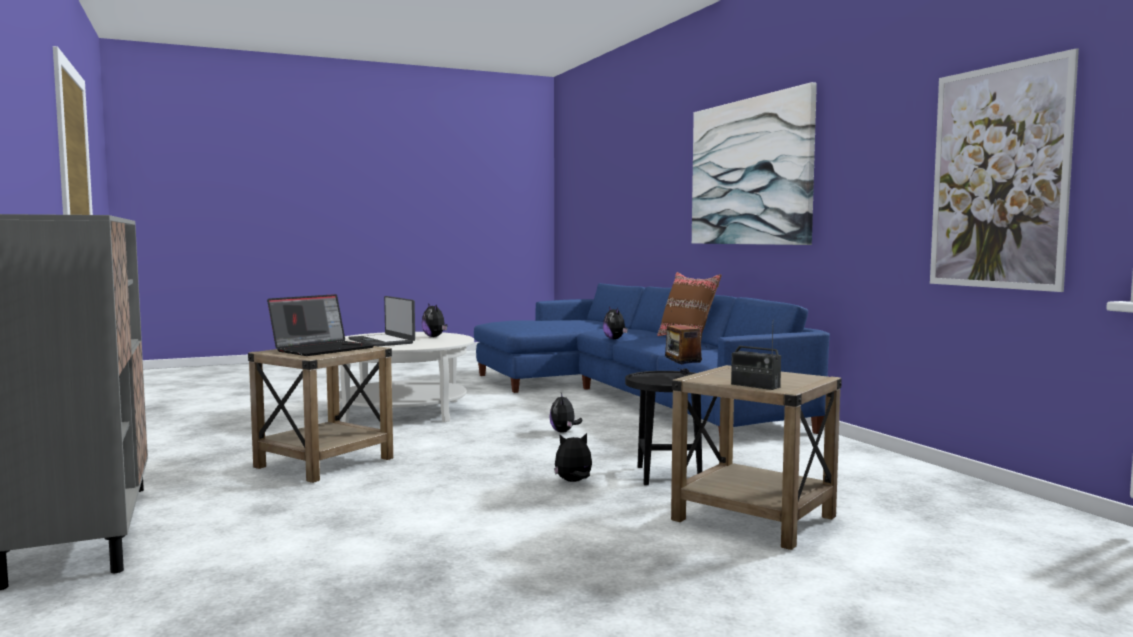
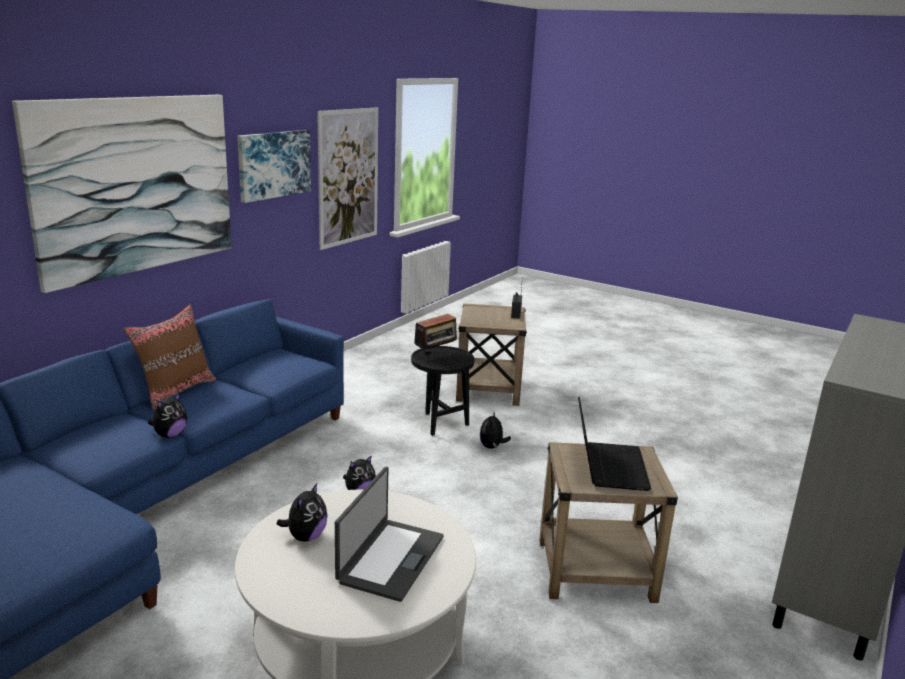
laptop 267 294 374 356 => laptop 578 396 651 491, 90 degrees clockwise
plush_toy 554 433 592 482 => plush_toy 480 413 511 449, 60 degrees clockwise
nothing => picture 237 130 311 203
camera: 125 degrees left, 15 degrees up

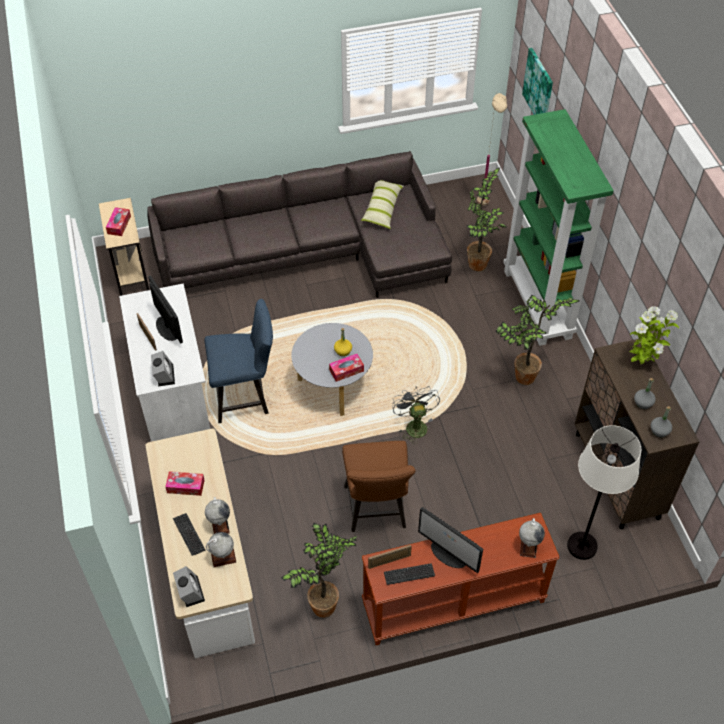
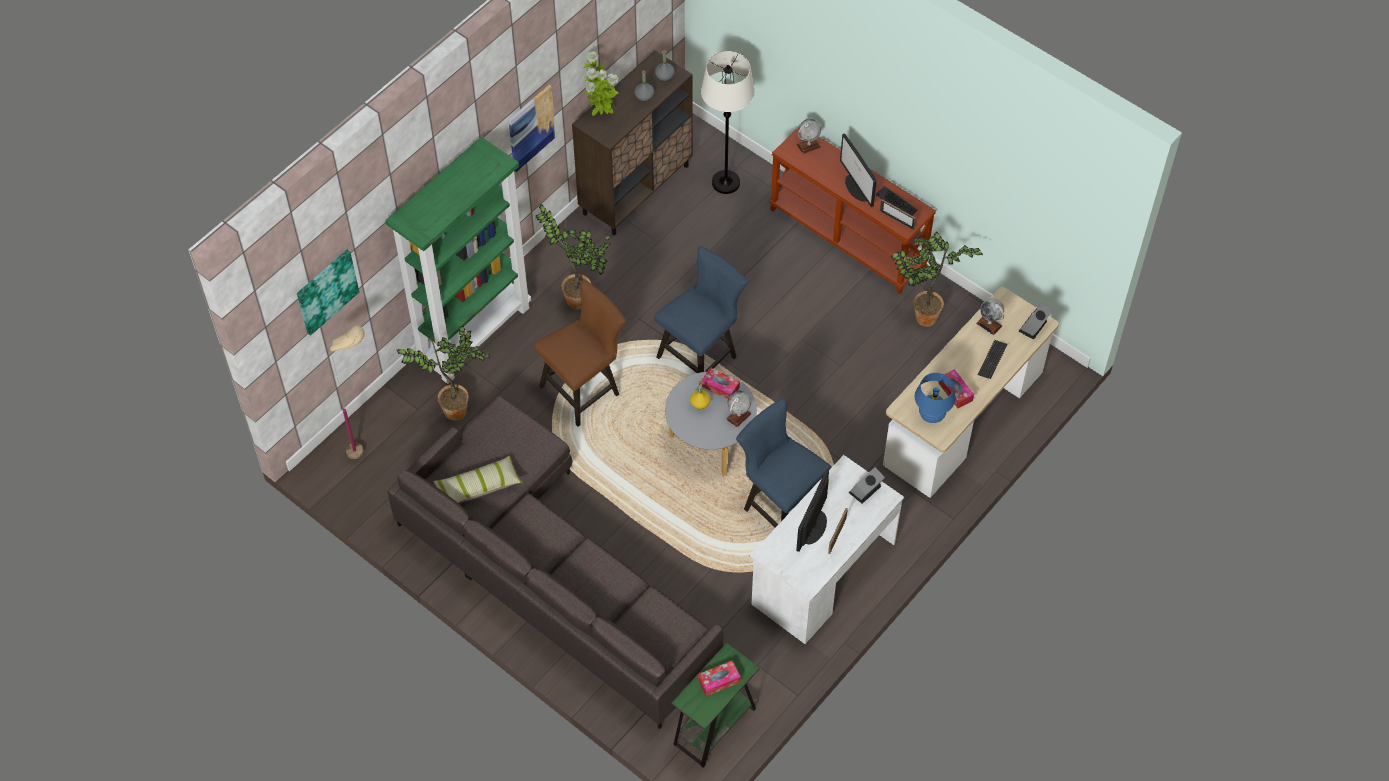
beige_side_table 99 198 149 296 => green_side_table 671 643 760 767
globe 205 497 230 534 => globe 726 391 751 428, moved
brown_chair 342 441 416 532 => brown_chair 534 280 626 427, moved
grey_fan 392 386 440 444 => blue_chair 654 246 748 373
monitor 418 507 483 573 => monitor 840 133 877 207, 150 degrees clockwise
nothing => picture 508 85 556 172
nothing => blue_table_lamp 915 373 956 423
camera: 125 degrees left, 5 degrees up

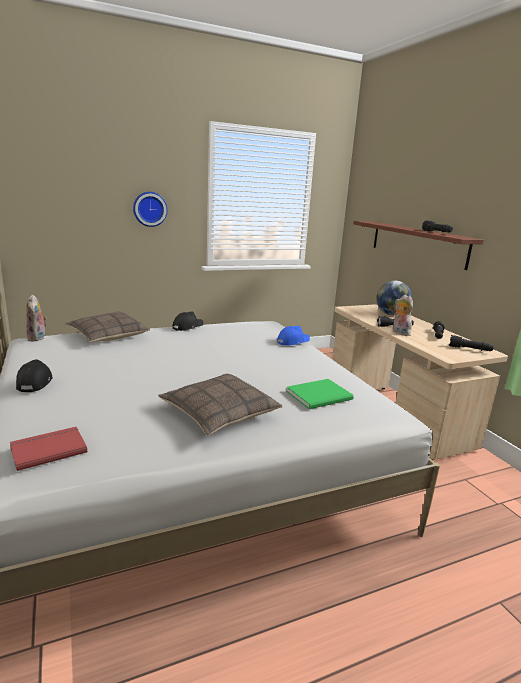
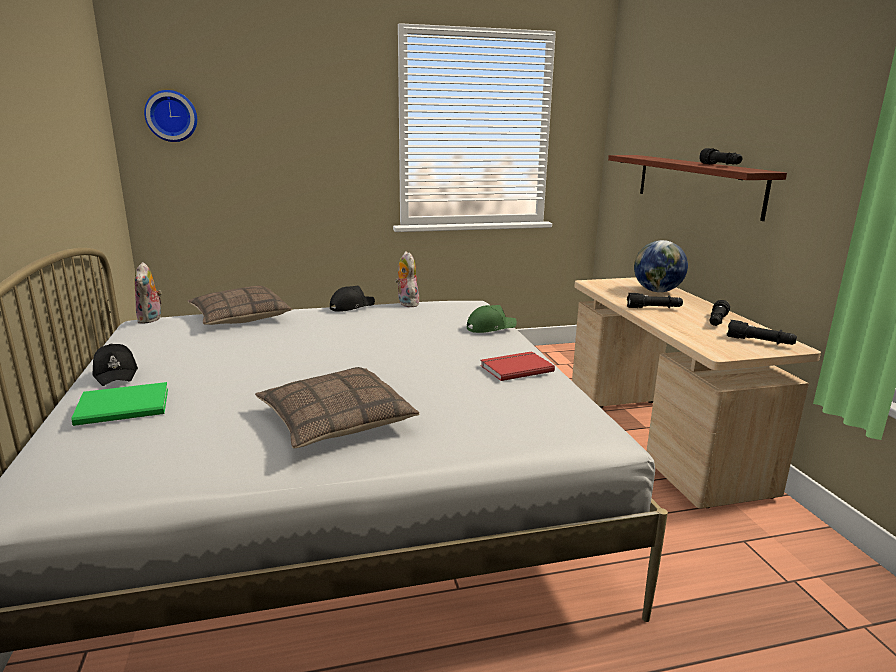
red_book 10 427 87 471 => red_book 480 351 555 381, moved
black_cap 16 359 53 392 => black_cap 92 344 138 386, 150 degrees clockwise
wall_clock 133 192 167 227 => wall_clock 144 90 197 142, moved
blue_cap 277 326 310 346 => green_cap 467 305 517 333
green_book 286 379 354 409 => green_book 71 382 168 426, moved
plush_toy 393 295 413 336 => plush_toy 395 251 419 307, moved
camera: 10 degrees right, 0 degrees up

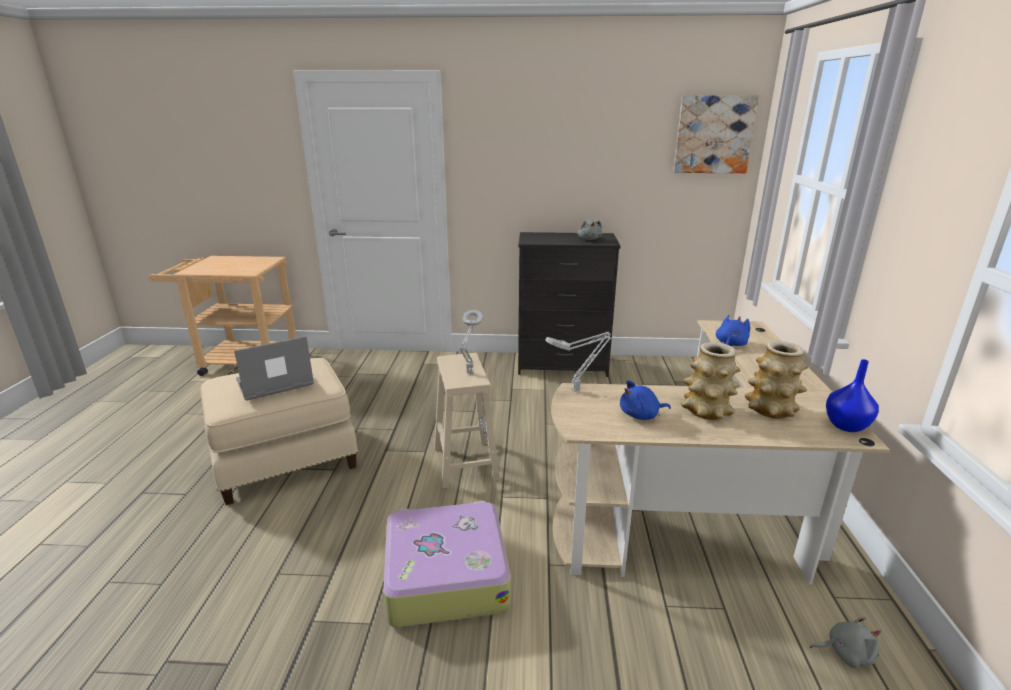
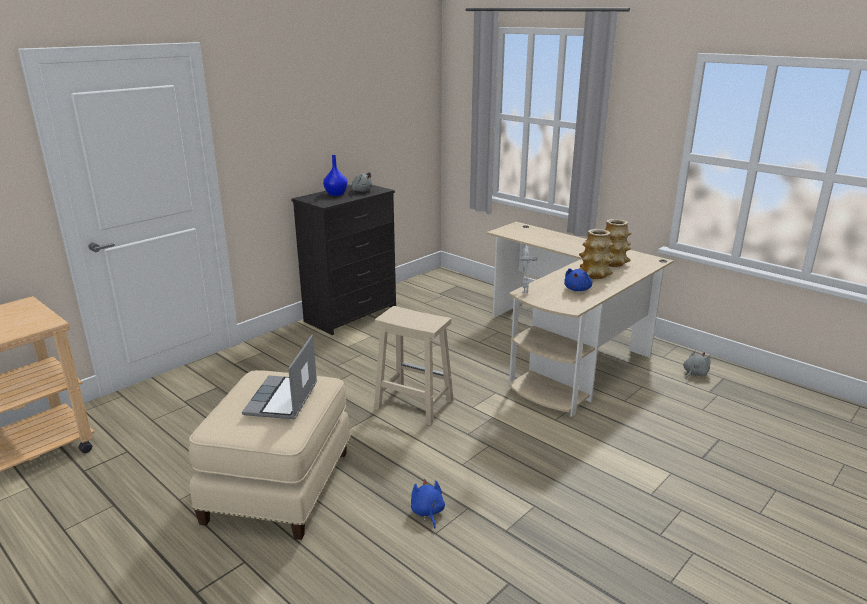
suitcase 383 501 511 627 => nothing
grey_table_lamp 459 310 483 374 => nothing
picture 673 95 759 173 => nothing
blue_plush_toy 716 315 750 346 => blue_plush_toy 411 479 445 529, moved
blue_vase 826 359 879 432 => blue_vase 323 155 348 196, moved
camera: 50 degrees left, 0 degrees up

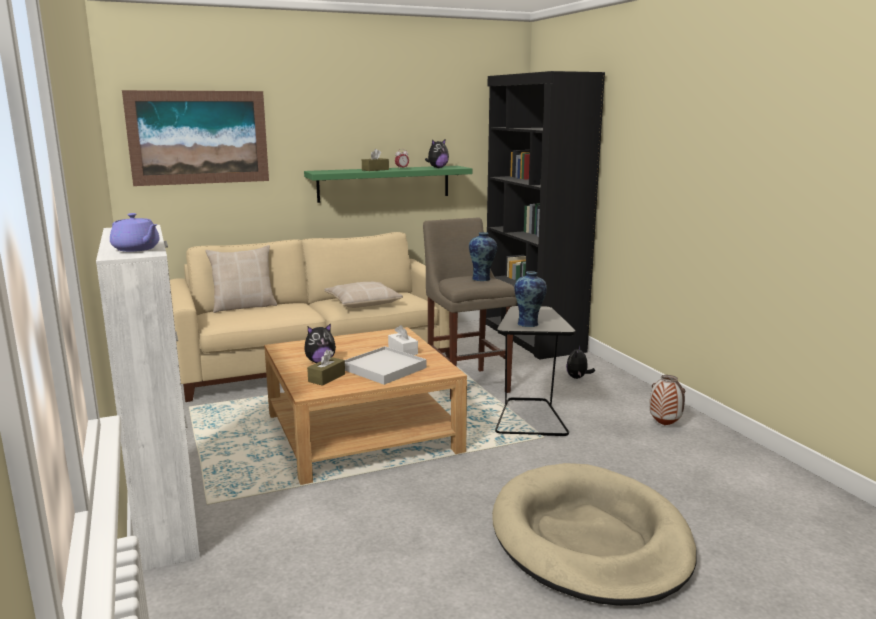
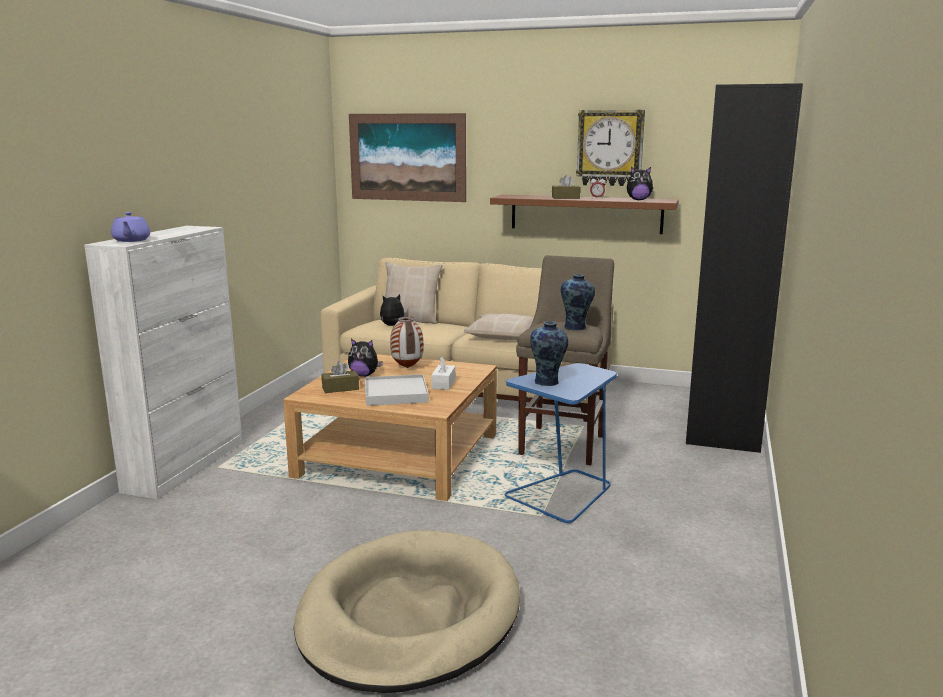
green_shelf 304 166 472 203 => brown_shelf 490 195 679 234
black_side_table 495 306 575 437 => blue_side_table 505 363 617 523
plush_toy 566 345 595 379 => plush_toy 380 294 404 326, moved
vase 649 375 685 425 => vase 390 316 424 368, moved
nothing => wall_clock 576 110 645 186
camera: 40 degrees right, 0 degrees up

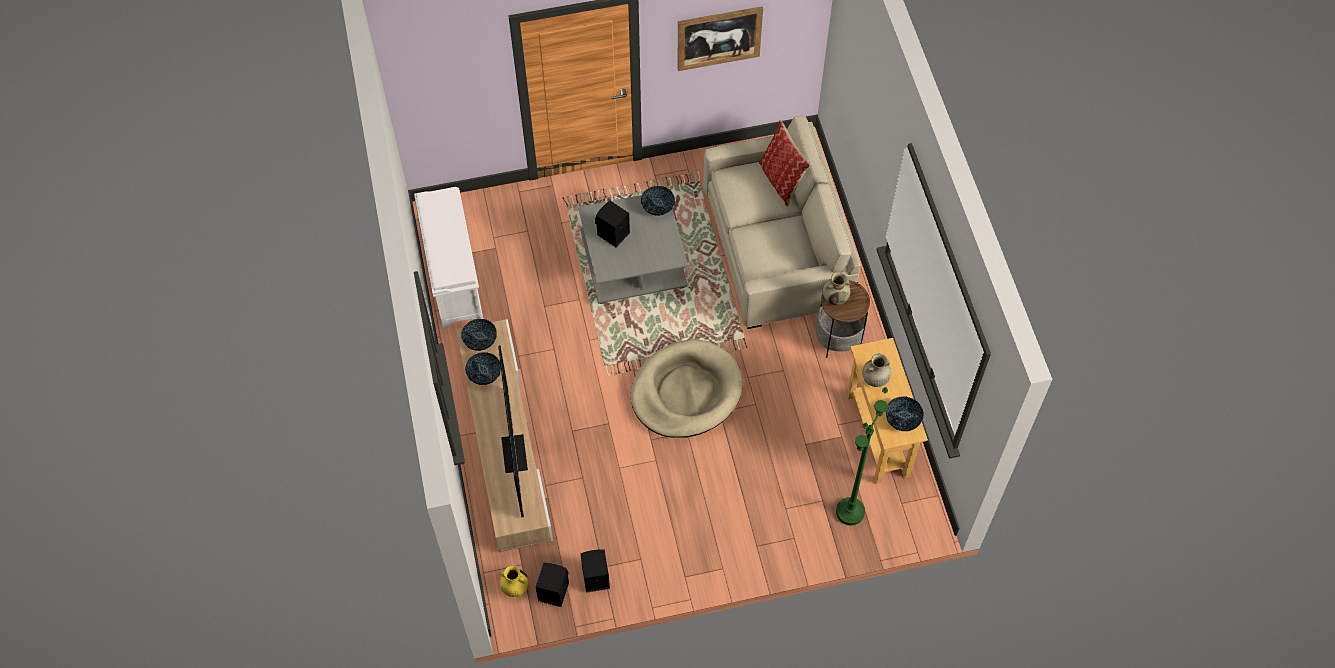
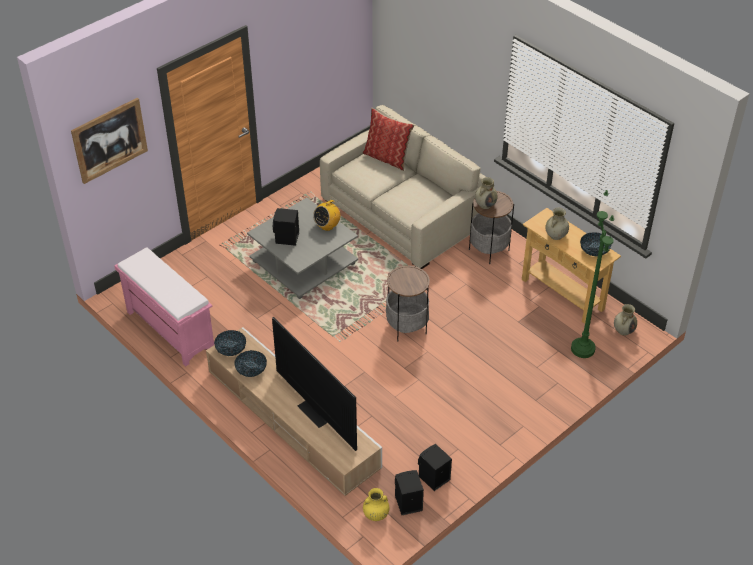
white_bench 414 187 483 329 => pink_bench 114 247 215 366
beige_dog_bed 631 339 743 437 => side_table 386 265 430 341
bowl 641 186 675 216 => nothing
picture 677 6 763 71 => picture 71 98 148 184, moved
nothing => radio 313 200 340 231
nothing => beige_vase 614 304 637 335
camera: 30 degrees left, 15 degrees down

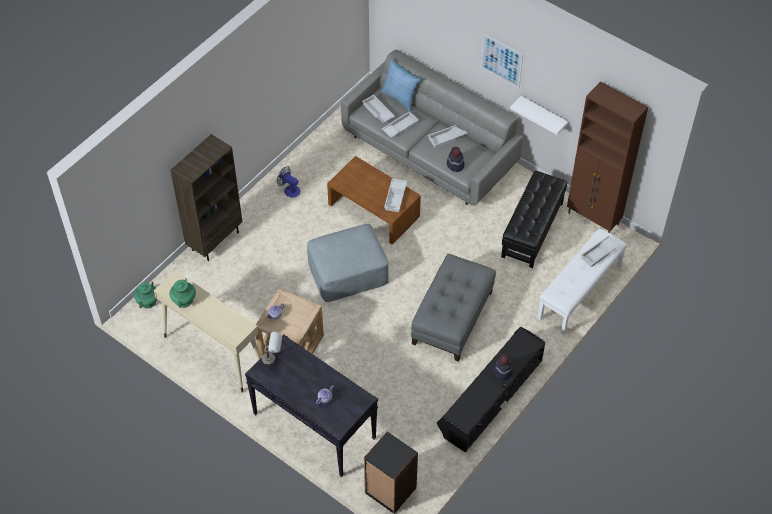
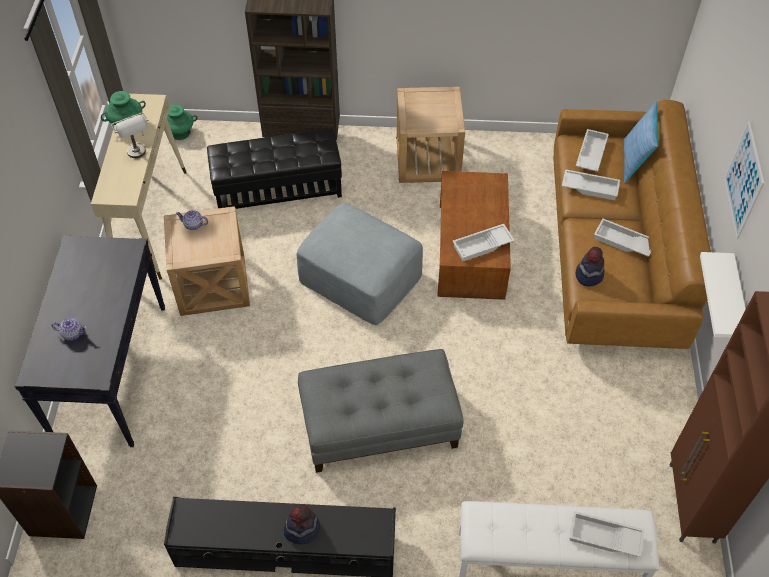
grey_table_lamp 262 331 282 365 => grey_table_lamp 111 113 149 158, moved
fan 277 167 300 198 => beige_side_table 396 87 465 183
grey_sofa 341 50 523 206 => brown_sofa 553 100 711 349
black_ottoman 501 170 567 268 => black_ottoman 207 129 342 209, moved
camera: 55 degrees right, 0 degrees up

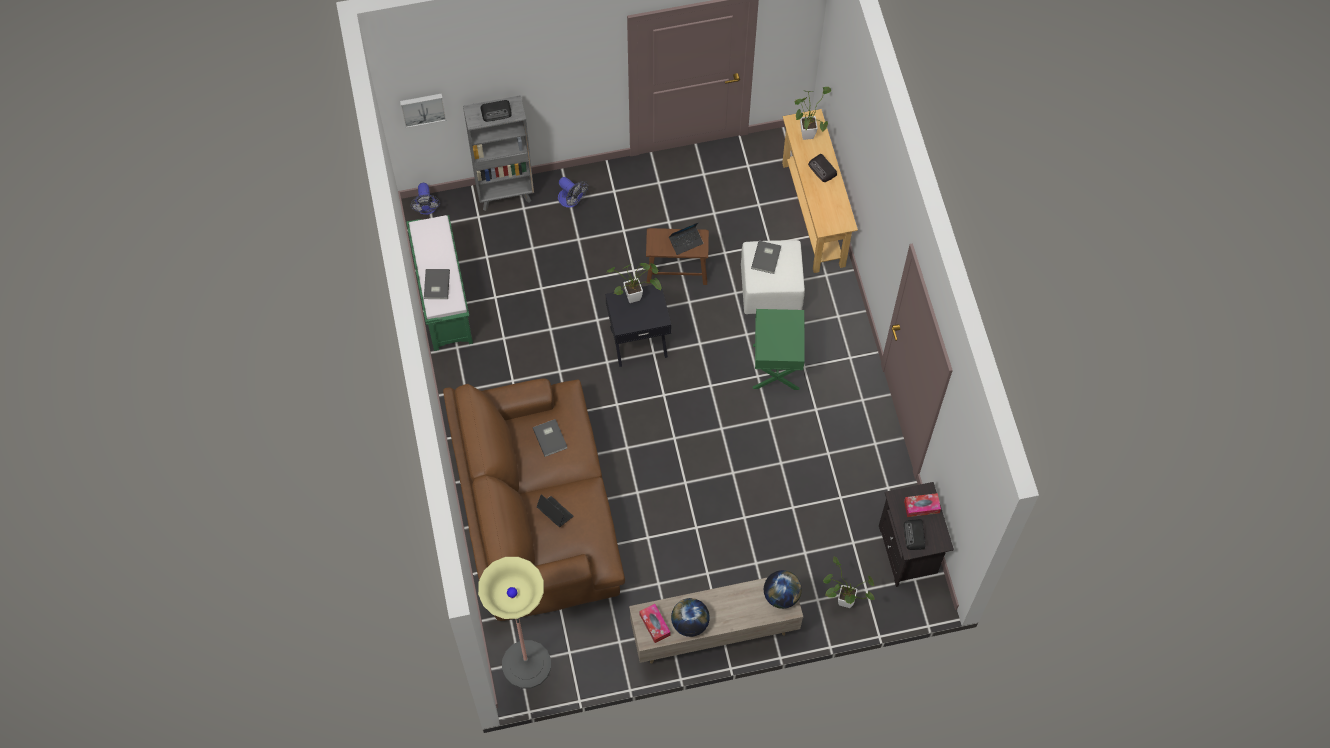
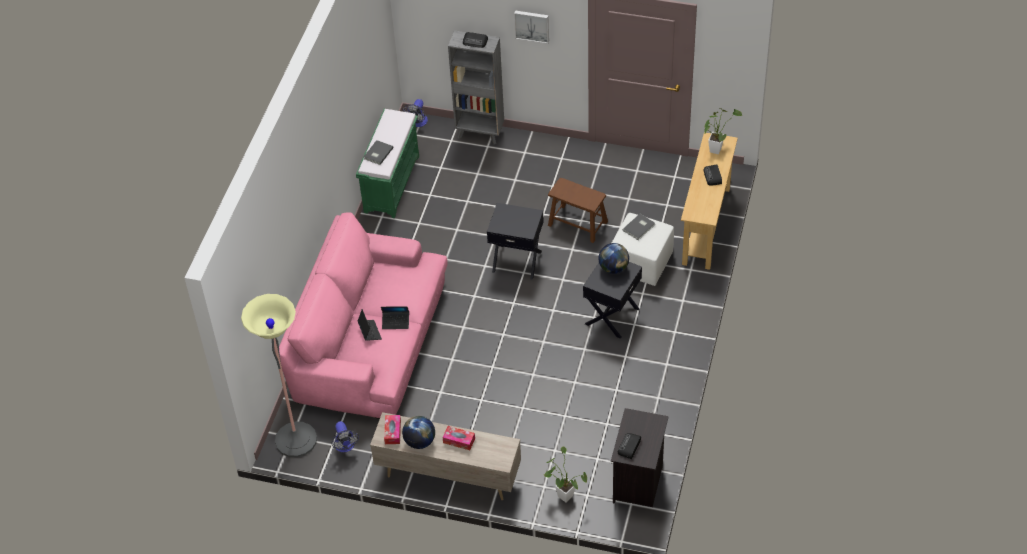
picture 400 93 447 128 => picture 514 11 549 44, moved
brown_sofa 443 378 625 621 => pink_sofa 279 213 448 419
grey_book 533 419 567 457 => nothing
fan 558 177 588 208 => fan 332 421 359 452, moved
potted_plant 606 263 661 303 => nothing
laptop 669 222 703 255 => laptop 381 306 409 329, moved
green_side_table 753 309 805 390 => black_side_table 583 262 642 339
globe 764 570 802 609 => globe 598 243 629 274, moved
tissue_box 904 493 941 517 => tissue_box 442 426 475 450, moved
camera: 30 degrees right, 15 degrees down

